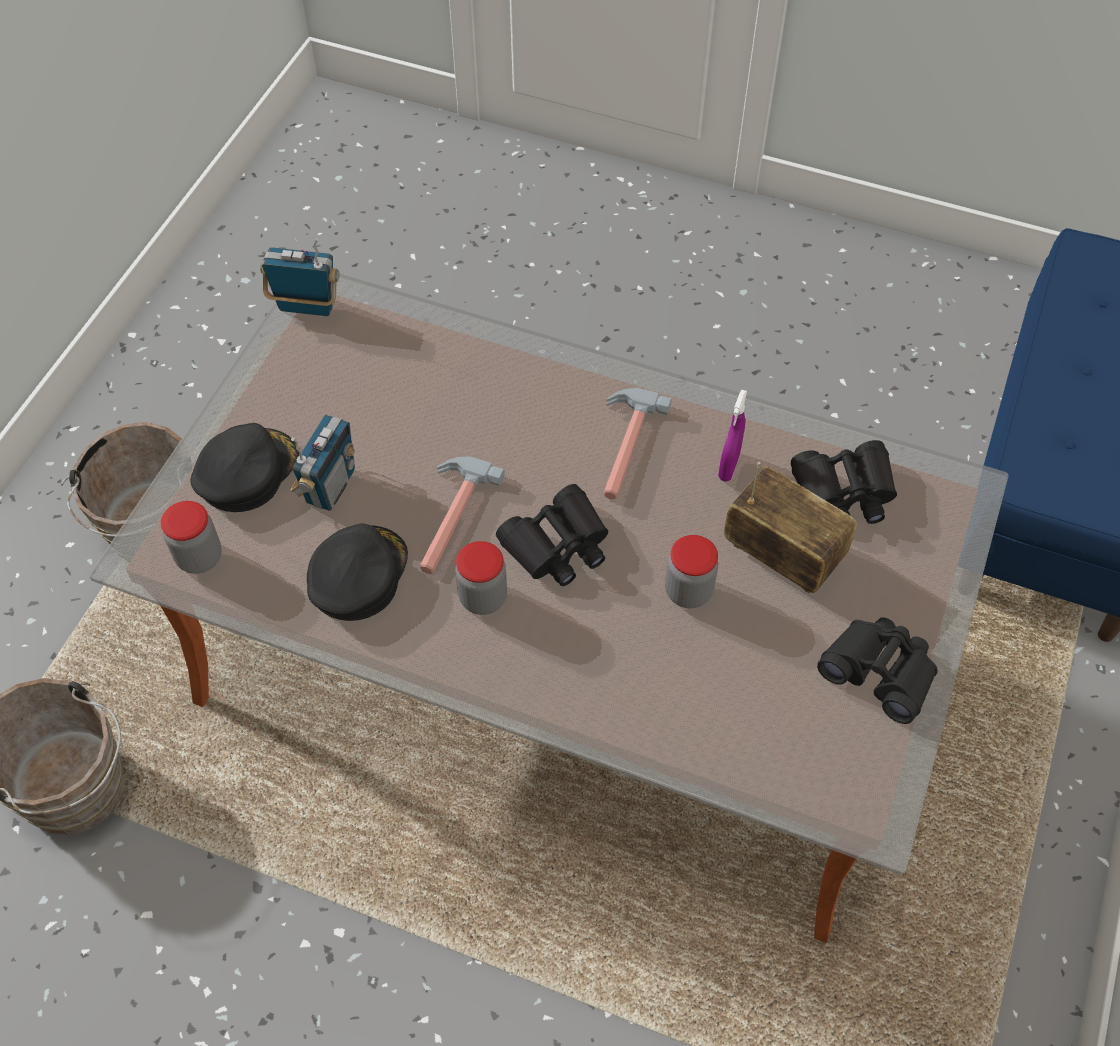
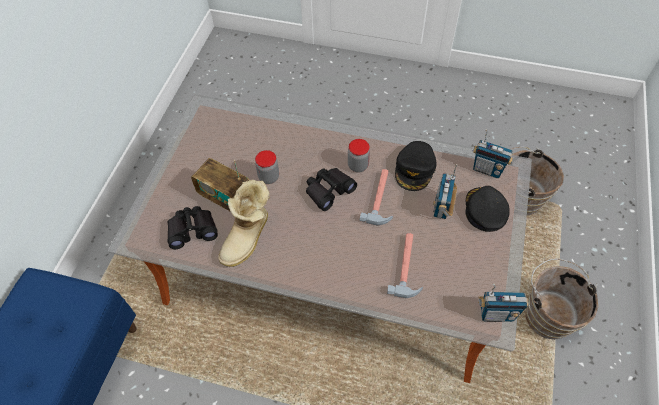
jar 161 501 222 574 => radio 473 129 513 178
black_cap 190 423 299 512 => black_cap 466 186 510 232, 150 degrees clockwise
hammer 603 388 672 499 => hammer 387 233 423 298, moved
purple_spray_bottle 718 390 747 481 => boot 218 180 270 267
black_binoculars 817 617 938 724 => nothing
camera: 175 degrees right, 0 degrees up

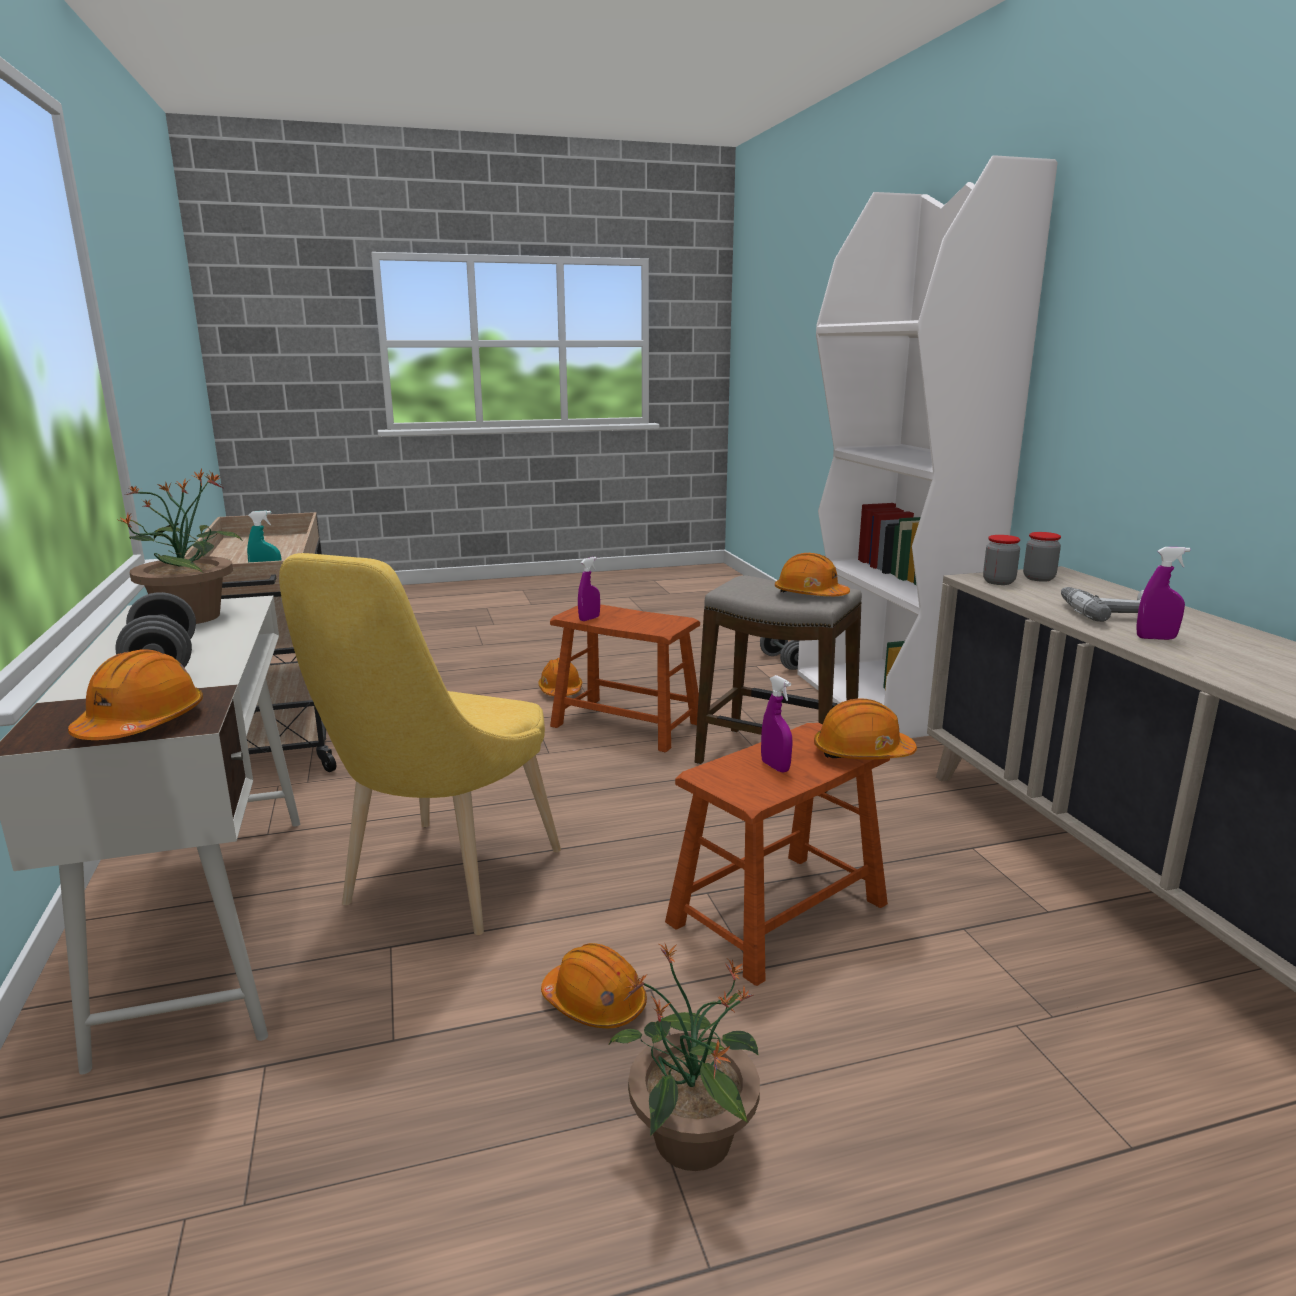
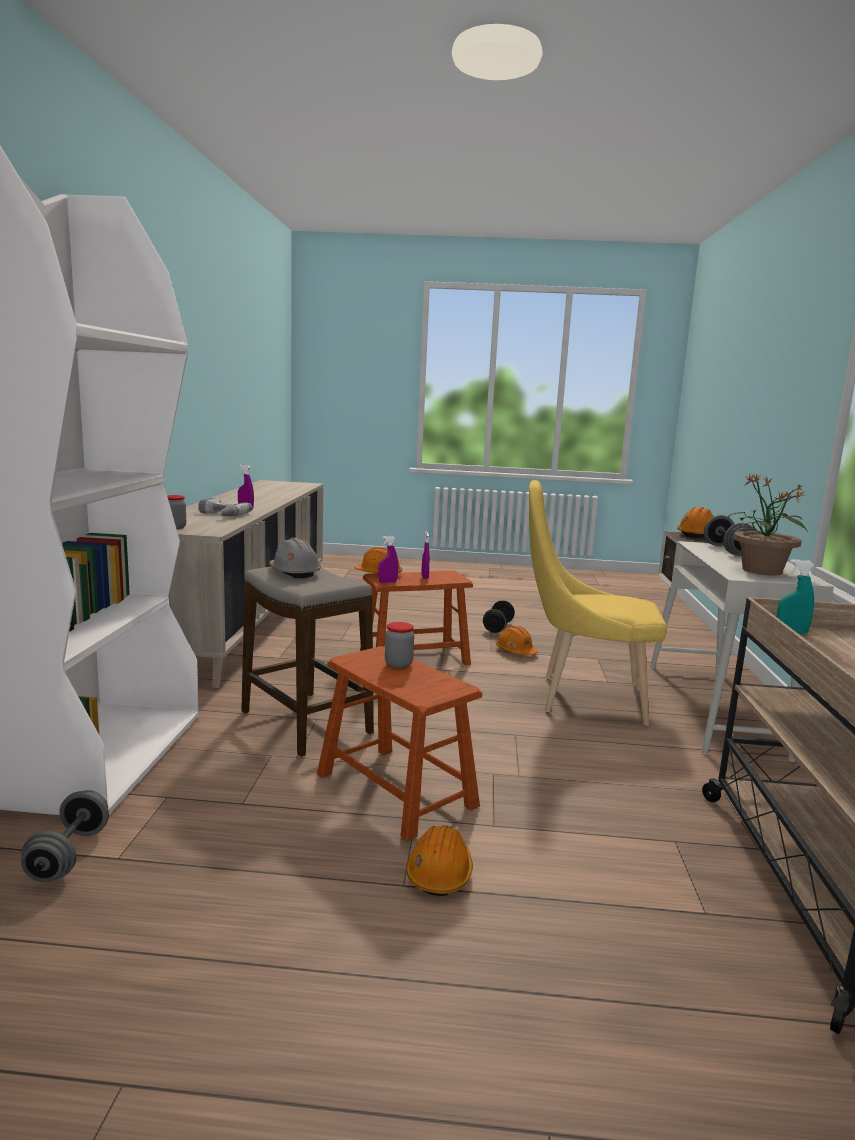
yellow_chair 279 553 561 935 => yellow_chair 529 480 667 726, 120 degrees counterclockwise
purple_spray_bottle 578 557 600 621 => purple_spray_bottle 378 536 398 583, moved
potted_plant 608 944 760 1171 => black_dumbbell 483 600 515 633
orange_hard_hat 775 553 850 596 => grey_hard_hat 269 538 321 578
jar 983 535 1020 585 => jar 385 622 414 668, moved
camera: 160 degrees left, 5 degrees down

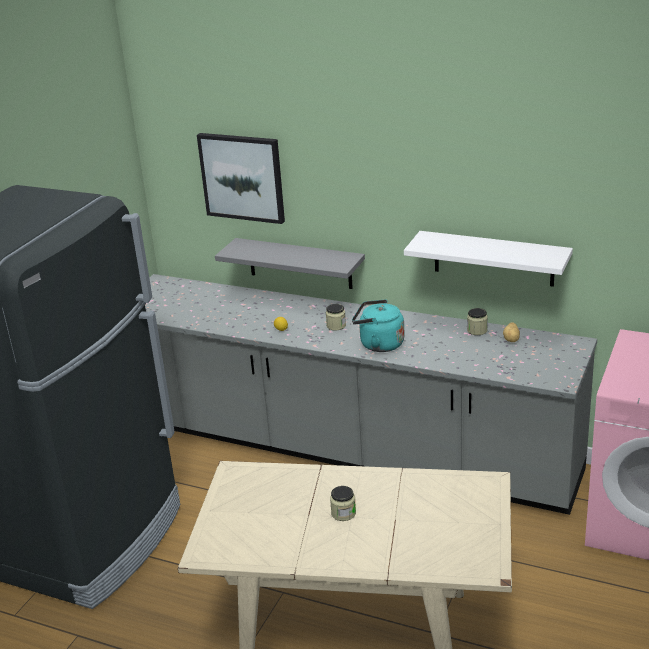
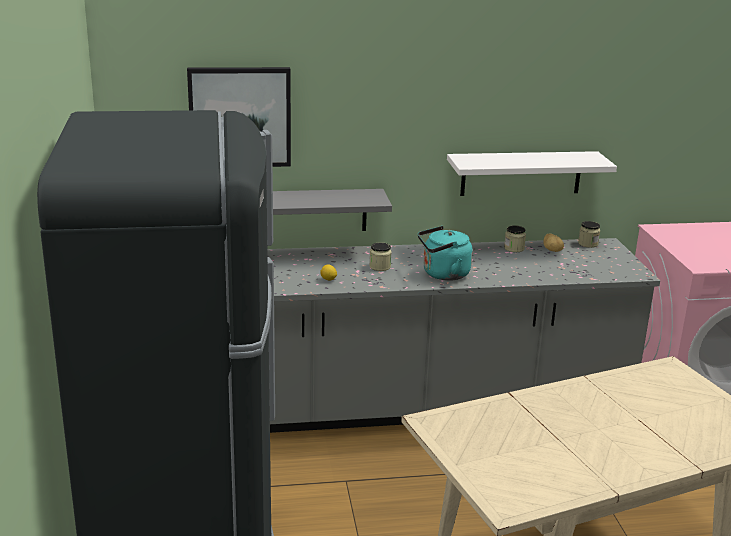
jar 330 486 356 521 => jar 578 221 600 248, moved
camera: 35 degrees left, 5 degrees down

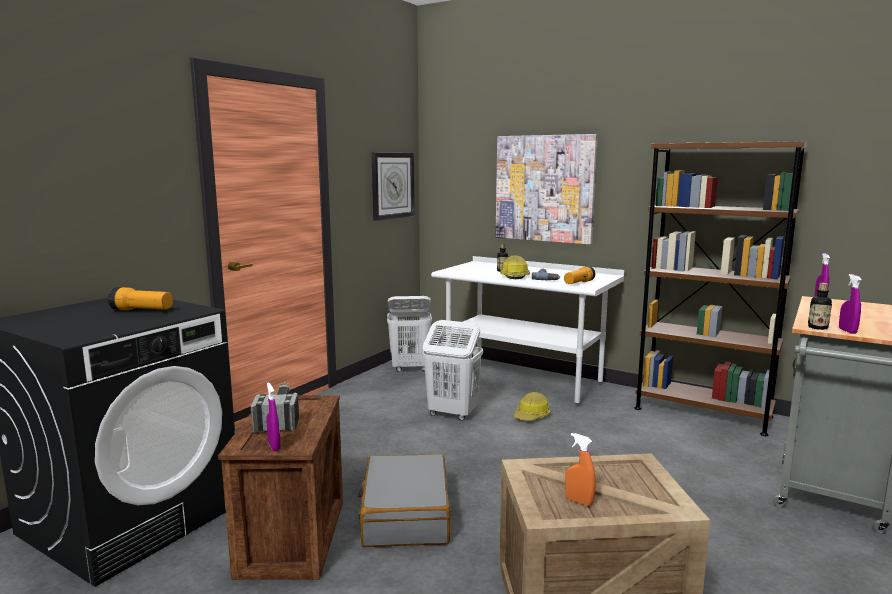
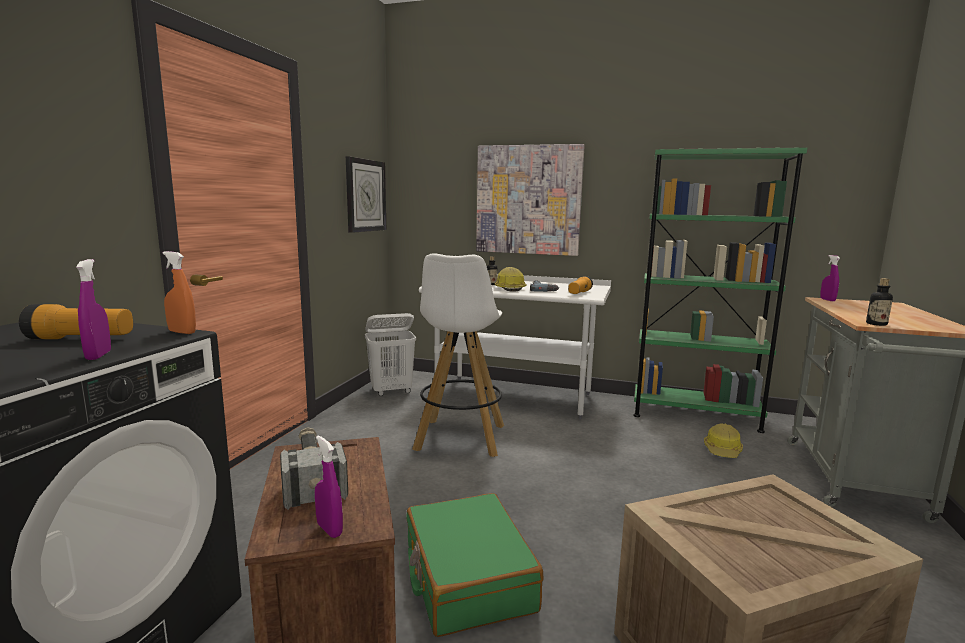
grey_suitcase 358 454 451 547 => green_suitcase 406 493 544 637
white_laundry_basket 423 320 483 421 => white_stool 412 253 504 457
hard_hat 513 392 550 421 => hard_hat 704 424 743 458, moved
orange_spray_bottle 565 433 596 506 => orange_spray_bottle 163 251 196 334, moved
brown_bookcase 634 141 808 436 => green_bookcase 633 147 808 433
purple_spray_bottle 839 274 862 334 => purple_spray_bottle 76 259 111 360, moved
camera: 15 degrees left, 0 degrees up

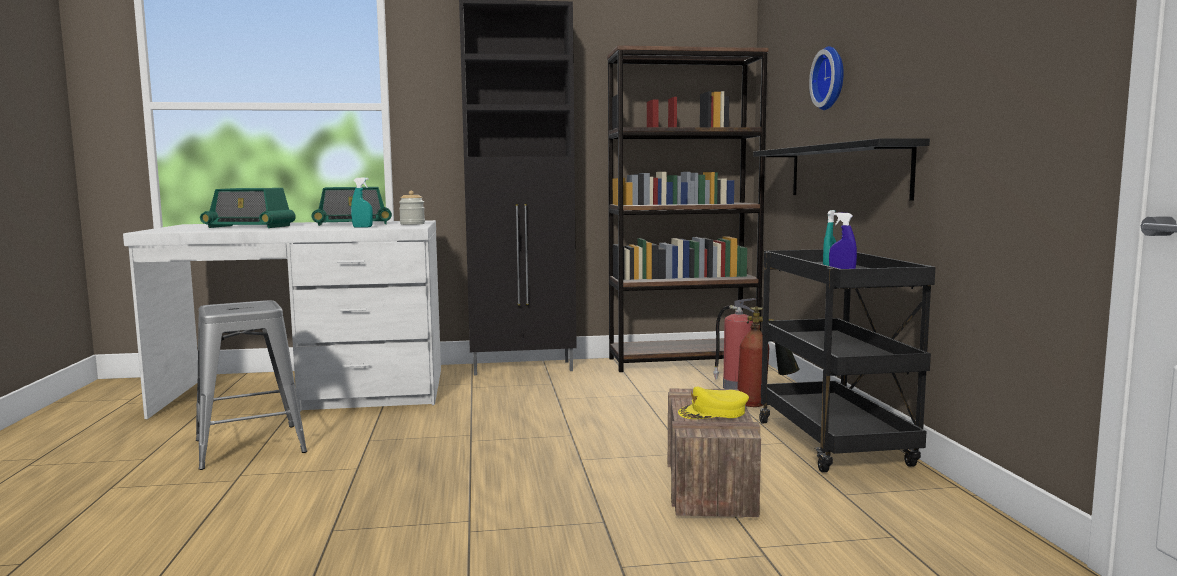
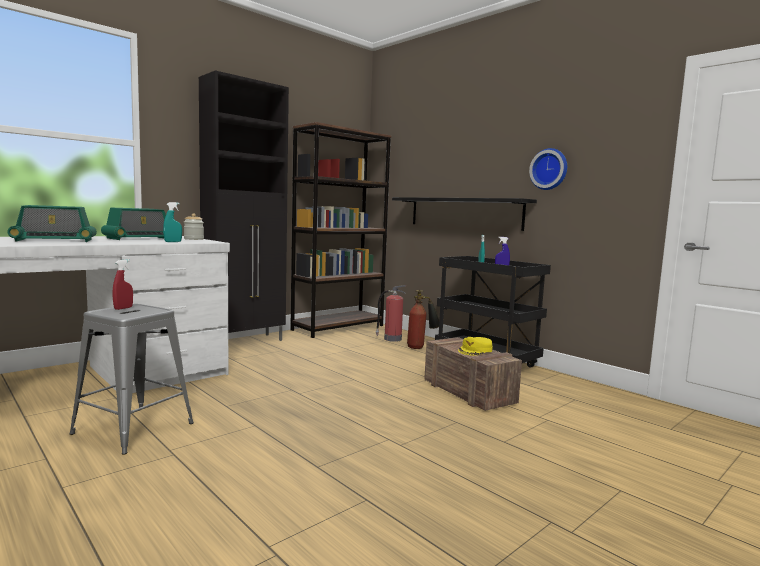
wall_clock 809 46 844 110 => wall_clock 529 148 567 190, moved
nothing => red_spray_bottle 112 259 133 310
camera: 35 degrees left, 0 degrees up

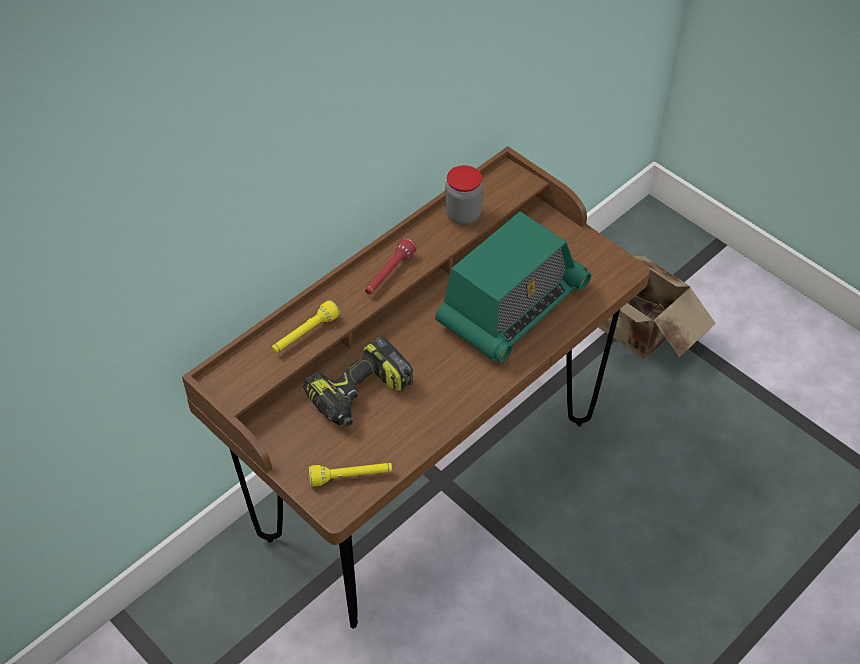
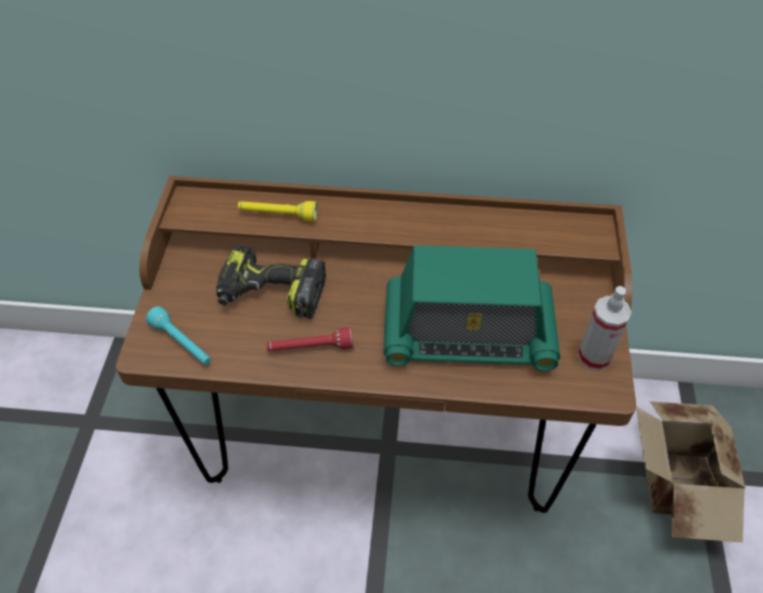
yellow_flashlight 309 463 392 487 => turquoise_flashlight 146 306 211 365
red_flashlight 365 238 417 295 => red_flashlight 267 327 354 351, moved
jar 445 165 483 225 => nothing
nothing => spray_bottle 578 286 632 371
camera: 50 degrees right, 0 degrees up

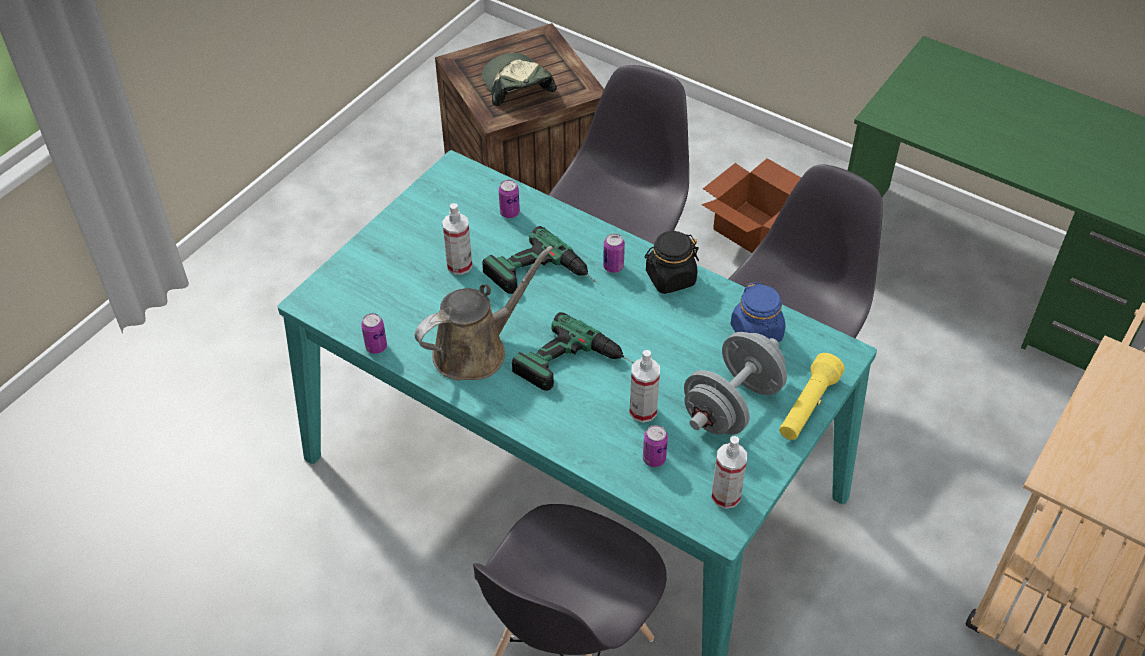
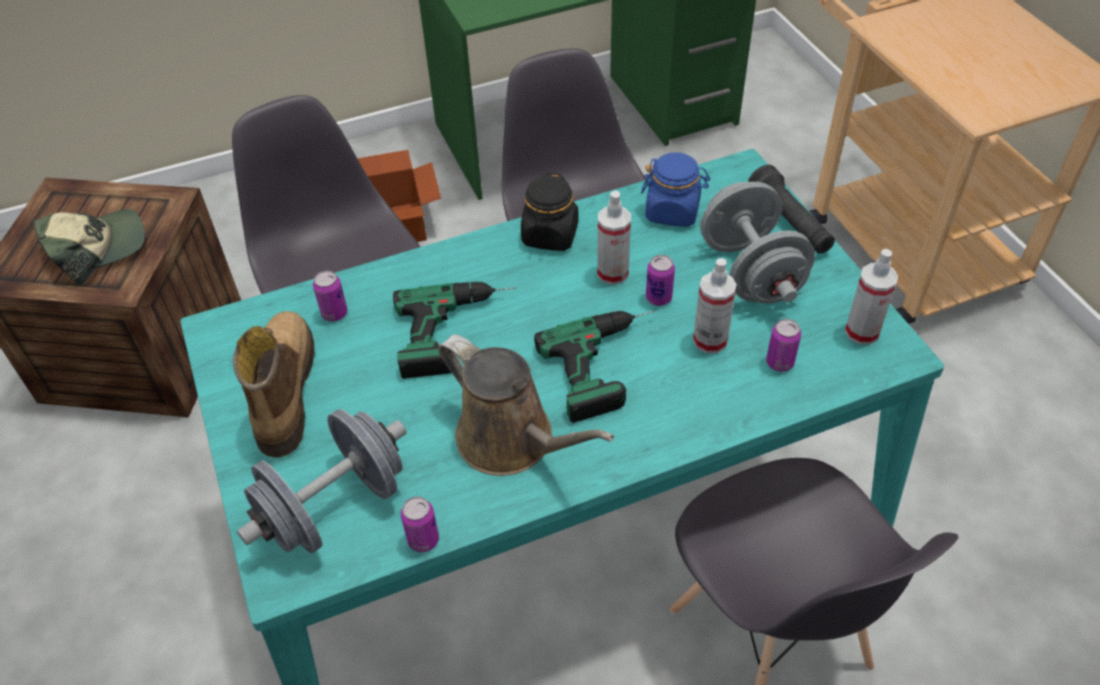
brown_watering_can 415 246 554 380 => brown_watering_can 438 334 614 476, 135 degrees clockwise
spray_bottle 442 203 473 275 => spray_bottle 597 191 631 285, moved
cap 482 53 557 106 => cap 34 209 145 285, 135 degrees clockwise
can 603 233 625 273 => can 646 255 675 306, moved
yellow_flashlight 779 353 845 440 => black_flashlight 748 165 835 254
nothing => boot 233 311 315 458
nothing => grey_dumbbell 237 409 407 553
camera: 55 degrees left, 0 degrees up

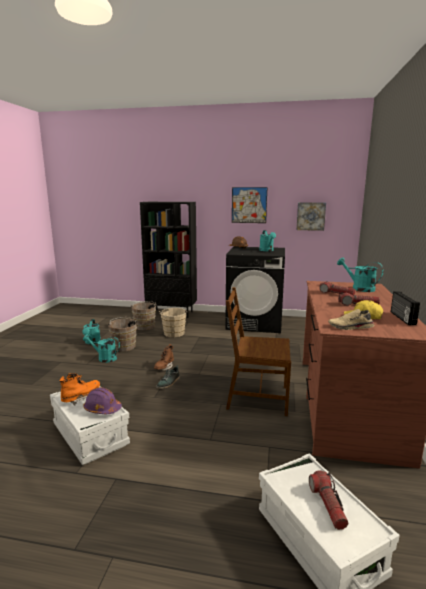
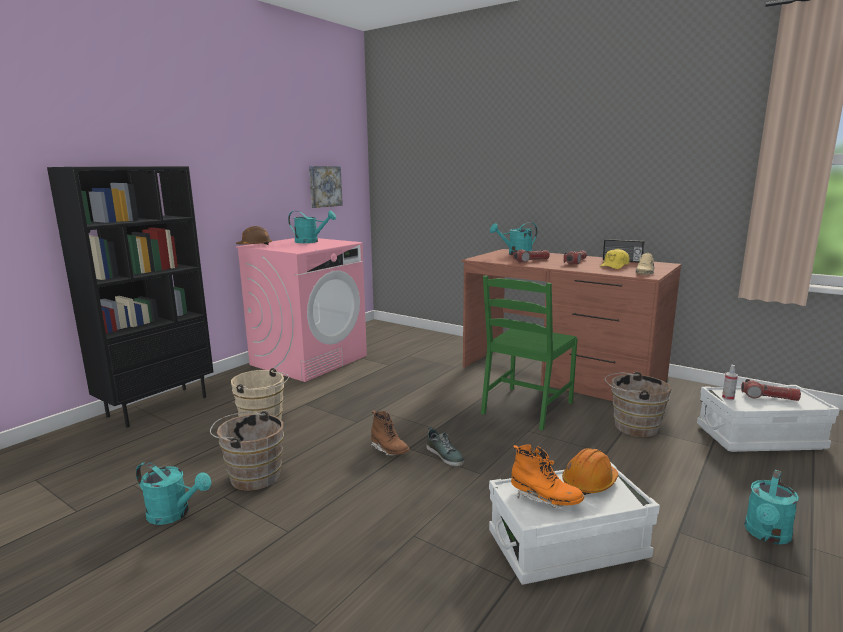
orange_boot 59 373 100 405 => orange_boot 511 444 585 508, 150 degrees clockwise
turquoise_watering_can 83 334 120 363 => turquoise_watering_can 744 470 799 544, moved
purple_hard_hat 83 387 122 414 => orange_hard_hat 562 448 618 495
brown_bucket 130 301 158 330 => brown_bucket 605 372 671 437, moved
black_washing_machine 225 247 285 333 => pink_washing_machine 236 238 367 382
brown_chair 226 287 291 416 => green_chair 481 275 578 431
picture 232 187 267 223 => nothing
nothing => spray_bottle 722 365 738 400
camera: 65 degrees left, 0 degrees up

